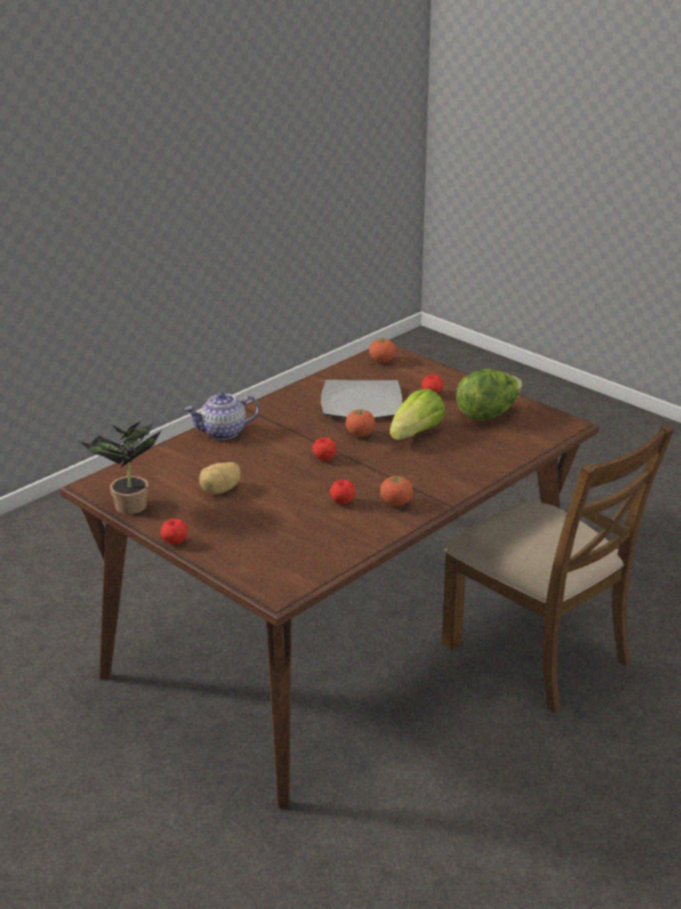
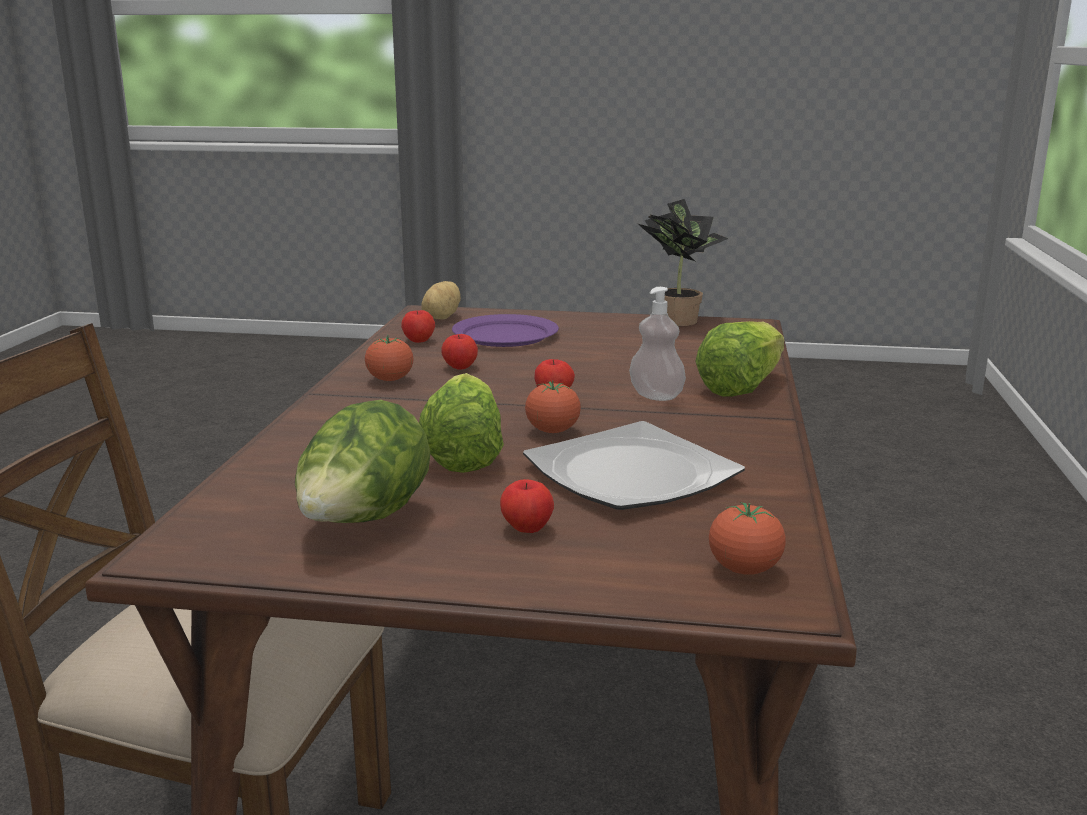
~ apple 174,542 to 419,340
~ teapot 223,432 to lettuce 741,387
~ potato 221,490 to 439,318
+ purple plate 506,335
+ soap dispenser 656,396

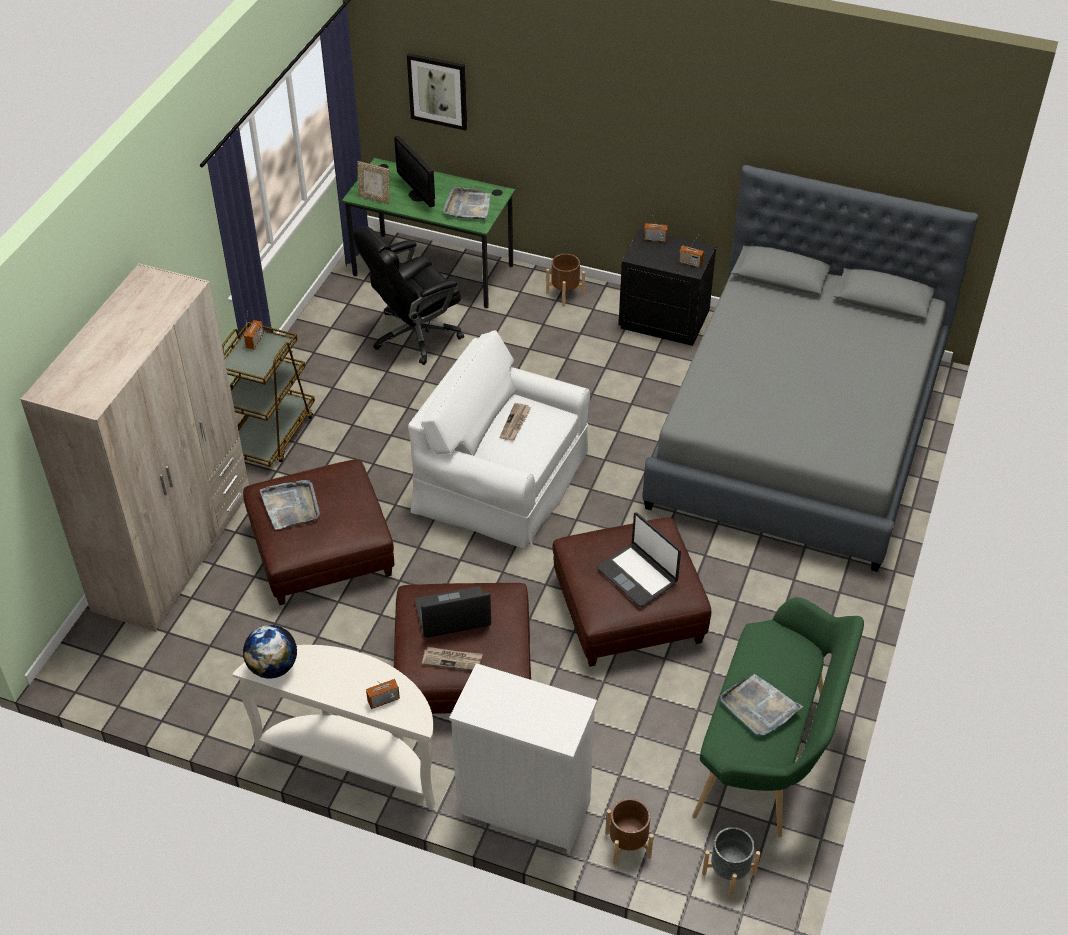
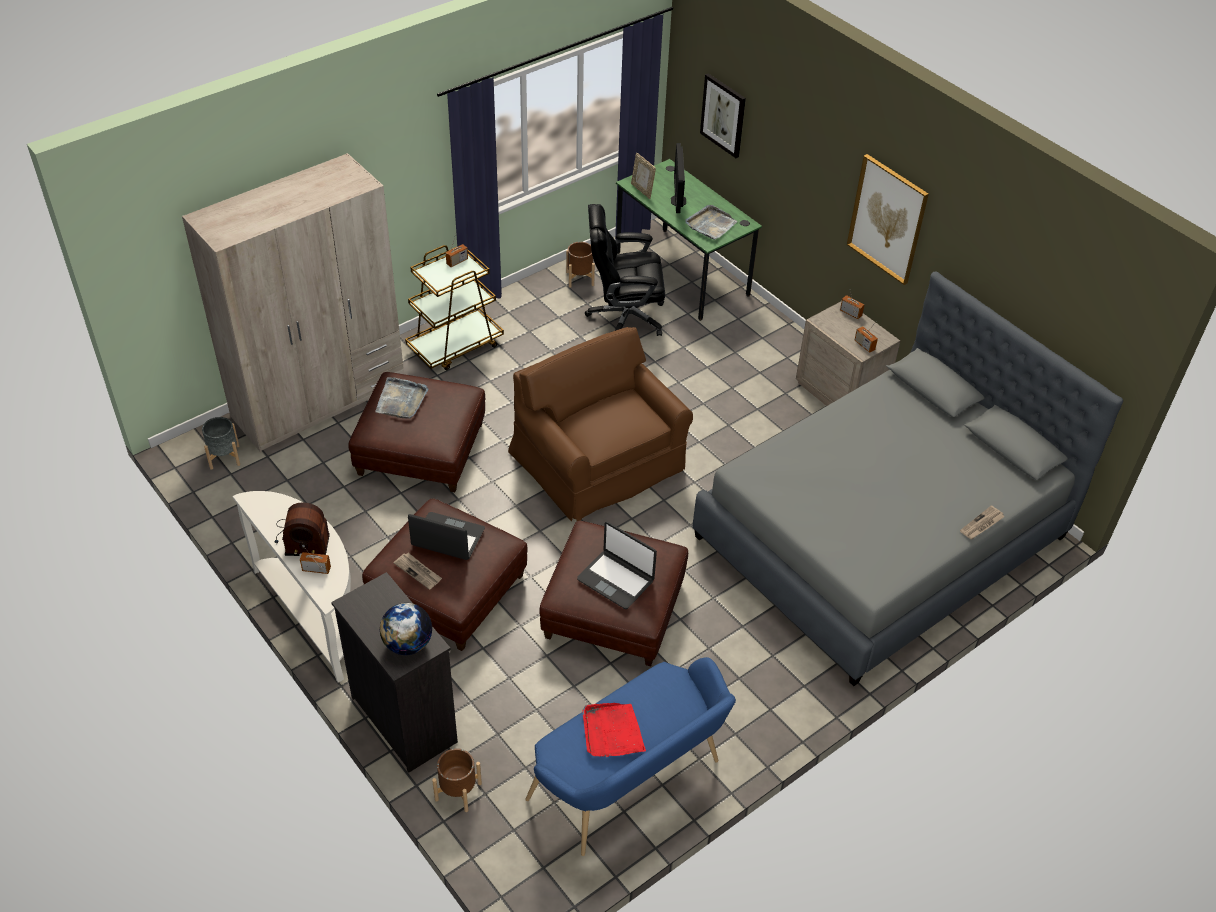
~ globe 273,667 to 407,644
~ white armchair 502,481 to brown armchair 598,460
~ white dresser 523,808 to black dresser 404,718
~ newspaper 515,423 to 982,524
~ brown planter 565,294 to 580,278
~ laptop 638,575 = 616,579 45 degrees counterclockwise
~ black nightstand 664,321 to beige nightstand 840,392
~ green bench 769,754 to blue bench 631,785
~ grey planter 729,874 to 224,457
~ grey tray 759,707 to red tray 612,732
+ radio 302,537
+ picture 887,219

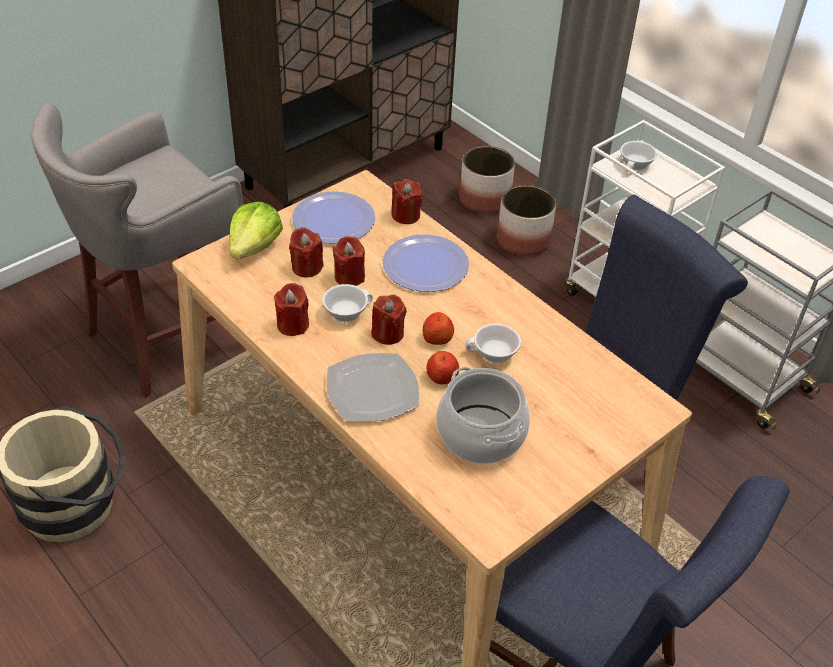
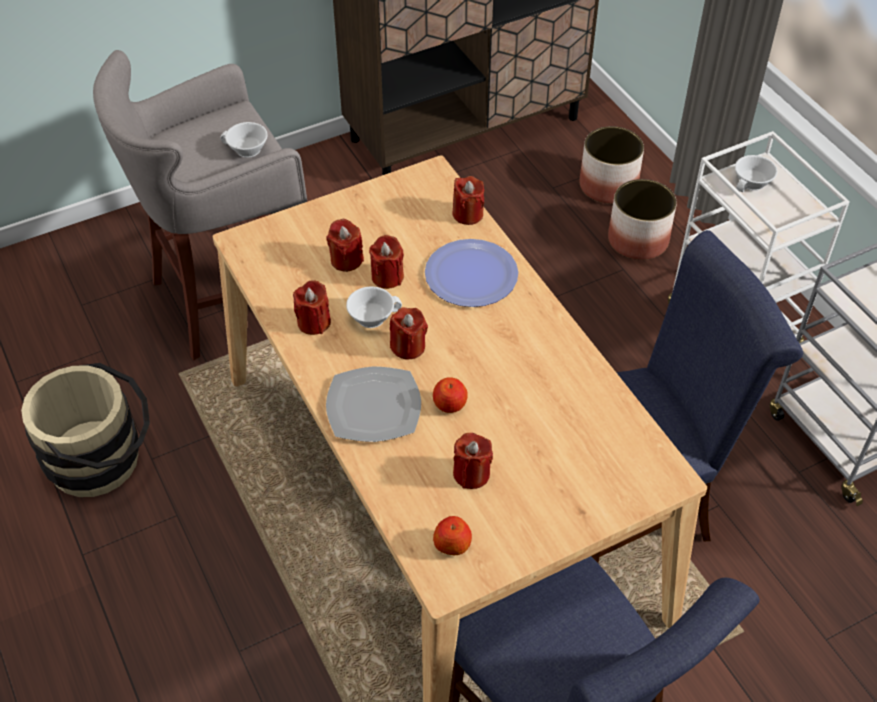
- lettuce 255,247
- plate 334,219
~ apple 437,338 to 452,544
~ cooking pot 481,434 to red candle 471,473
~ white cup 494,355 to 246,150

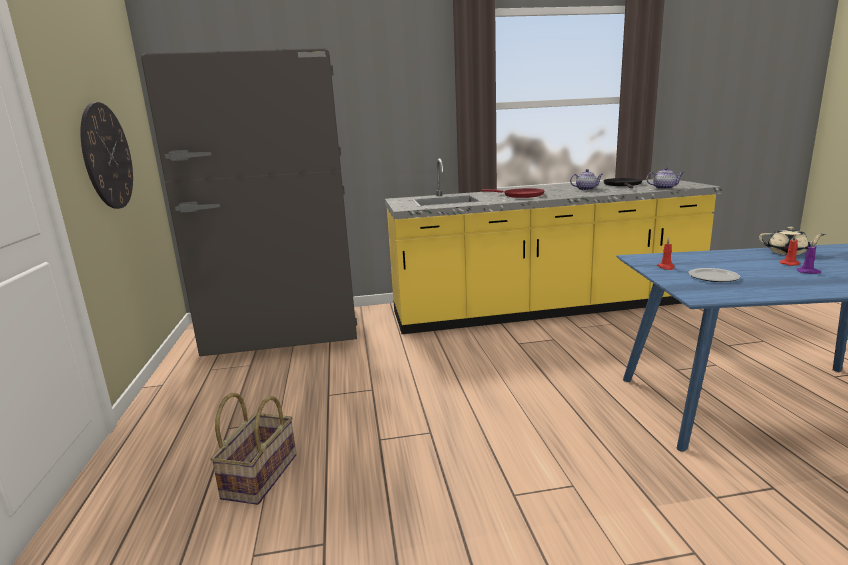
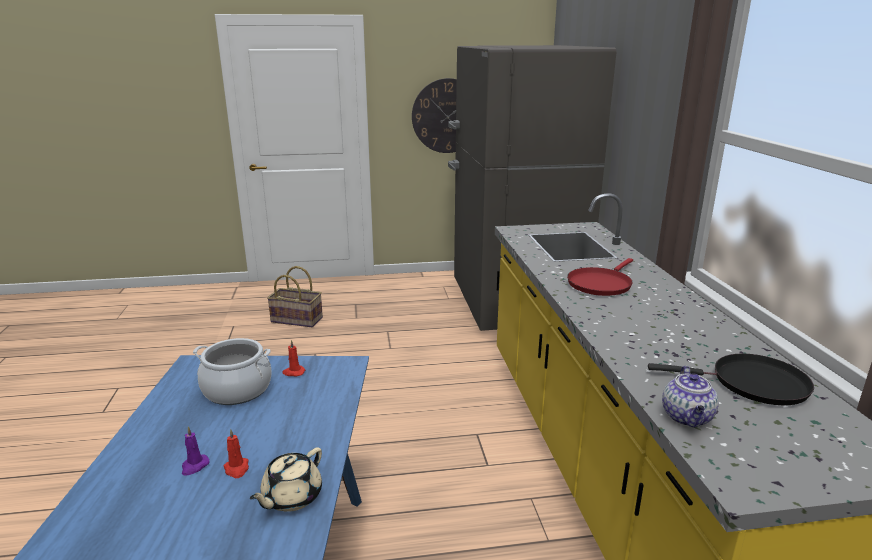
- teapot 586,189
~ plate 712,277 to cooking pot 237,389

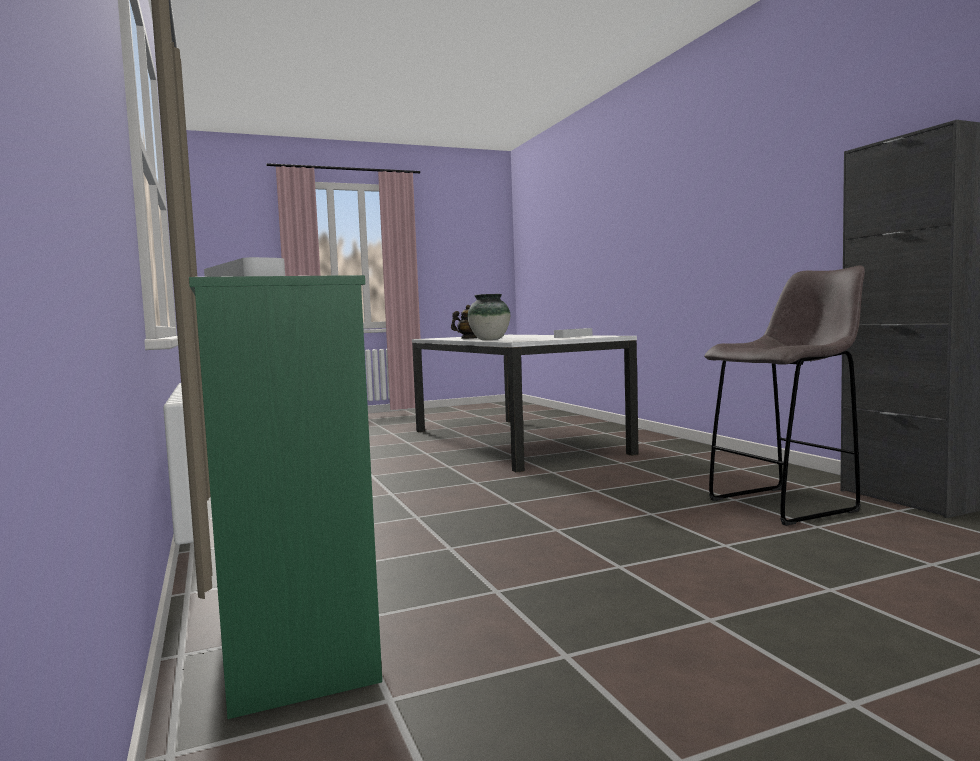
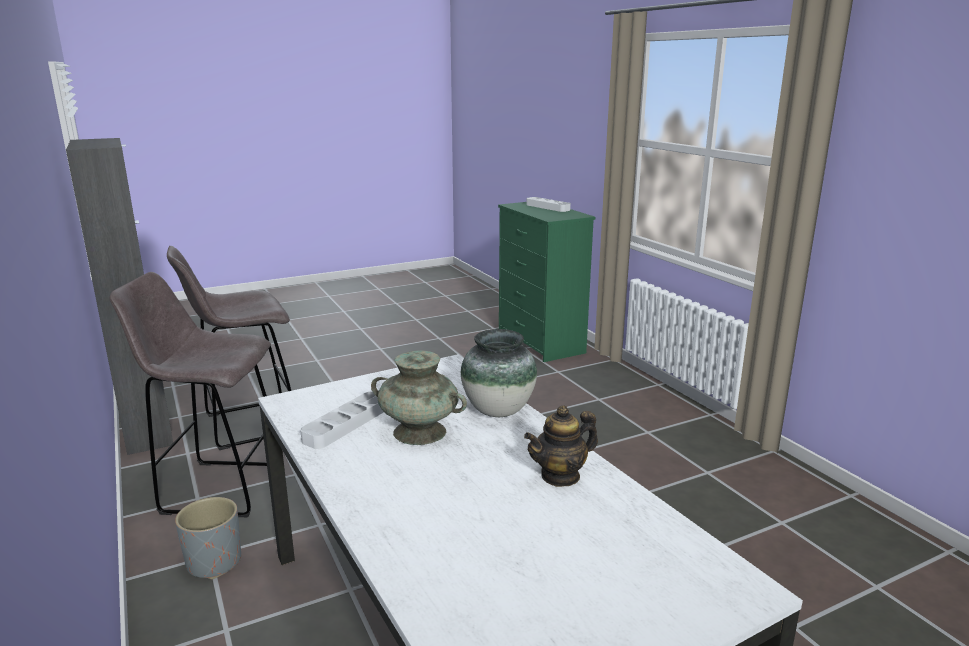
+ grey stool 219,488
+ grey planter 213,562
+ turquoise vase 419,432

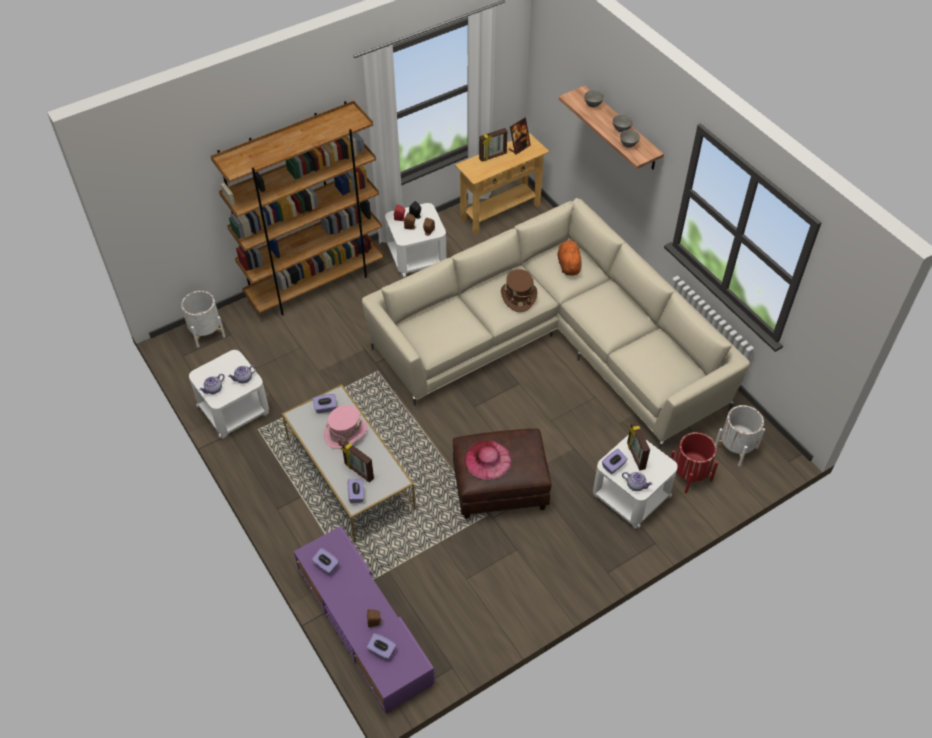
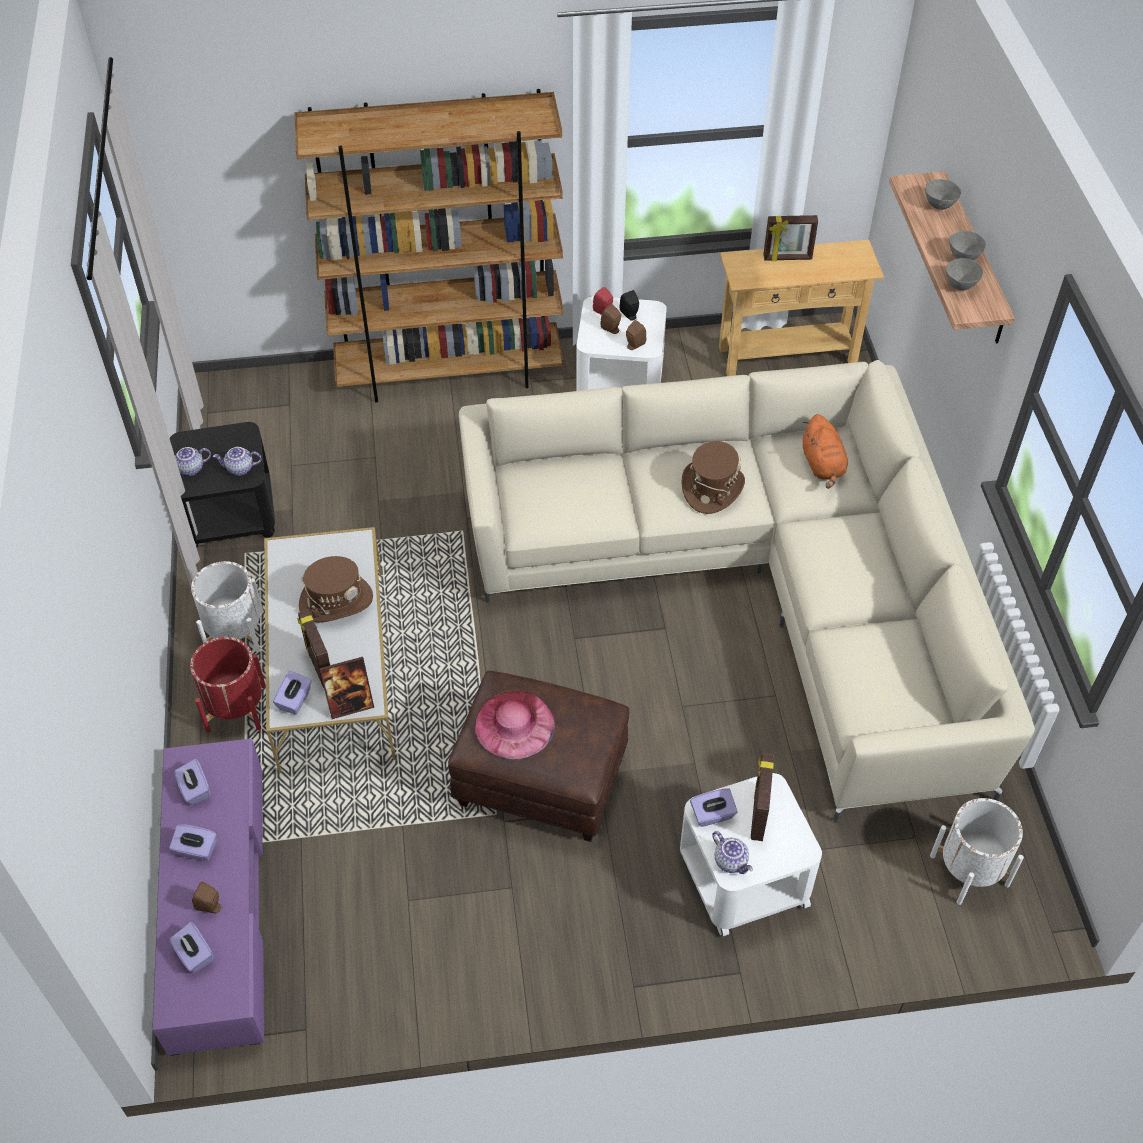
~ white planter 206,332 to 235,632
~ white side table 234,409 to black side table 230,513
~ purple tissue box 325,408 to 196,850
~ pink hat 345,433 to brown hat 336,601
~ picture frame 519,147 to 350,705
~ orange plush toy 568,265 = 823,465 150 degrees clockwise
~ red planter 689,475 to 236,708

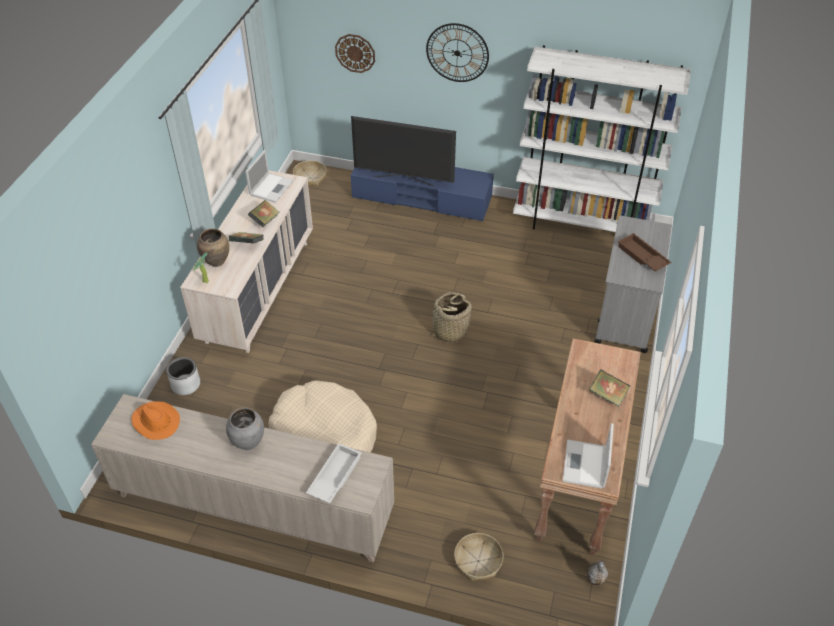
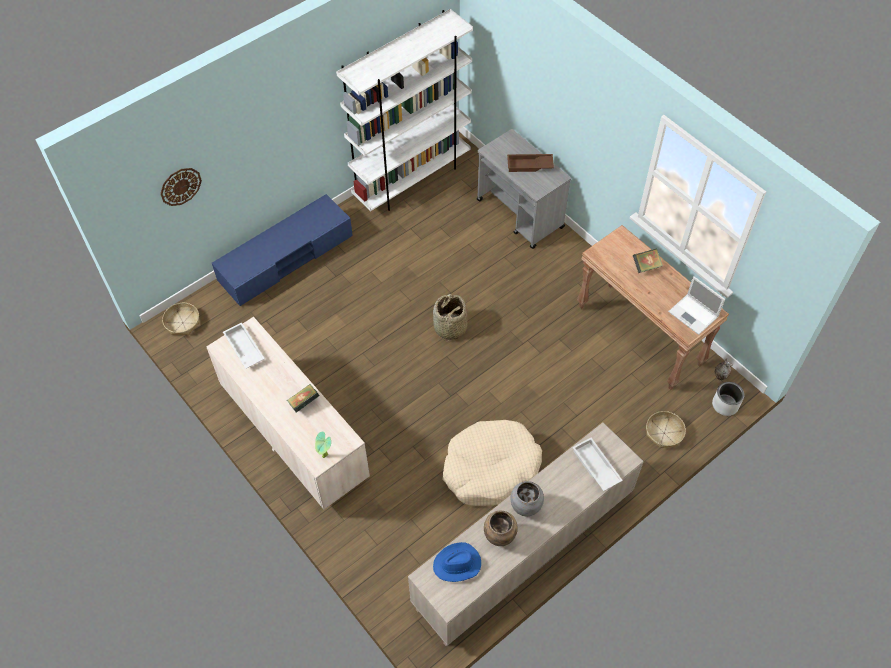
~ orange hat 155,422 to blue hat 457,564
~ grey planter 186,384 to 725,404
~ brown vase 217,261 to 499,536
~ laptop 271,187 to white tray 243,348
- book 265,220
- television 404,180
- wall clock 457,53

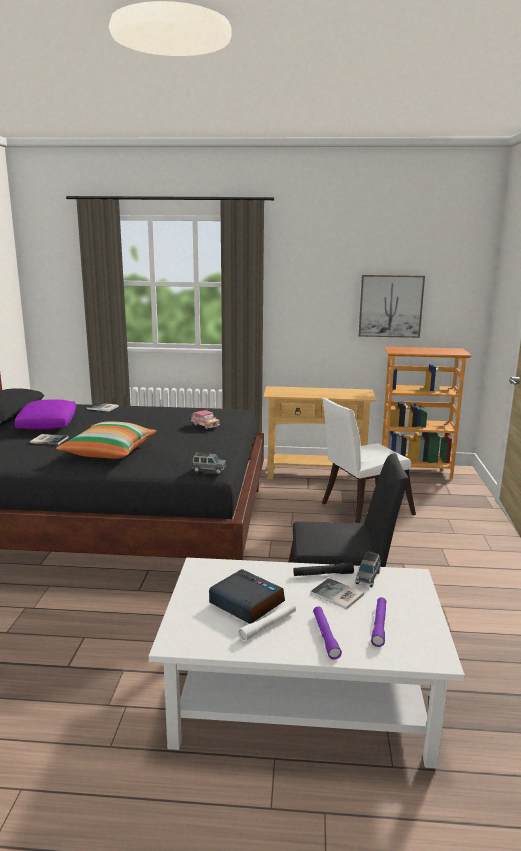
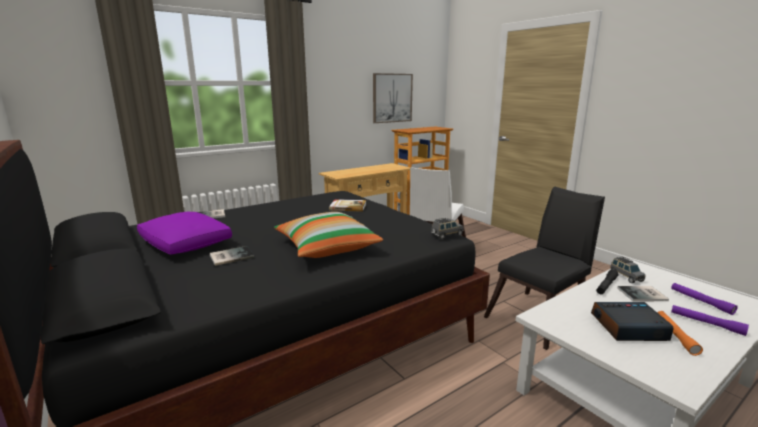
~ toy car 205,425 to book 348,207
~ white flashlight 268,626 to orange flashlight 675,336

